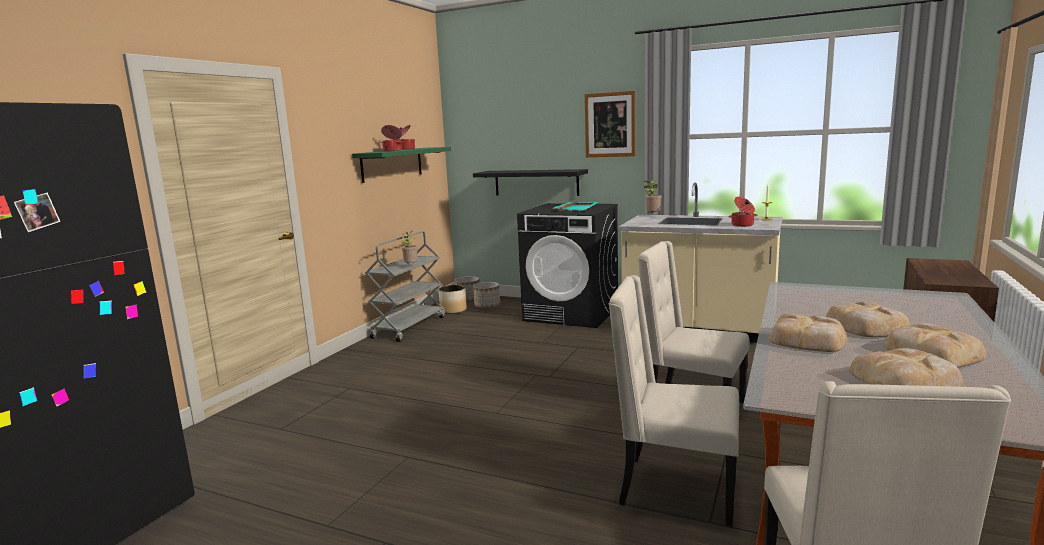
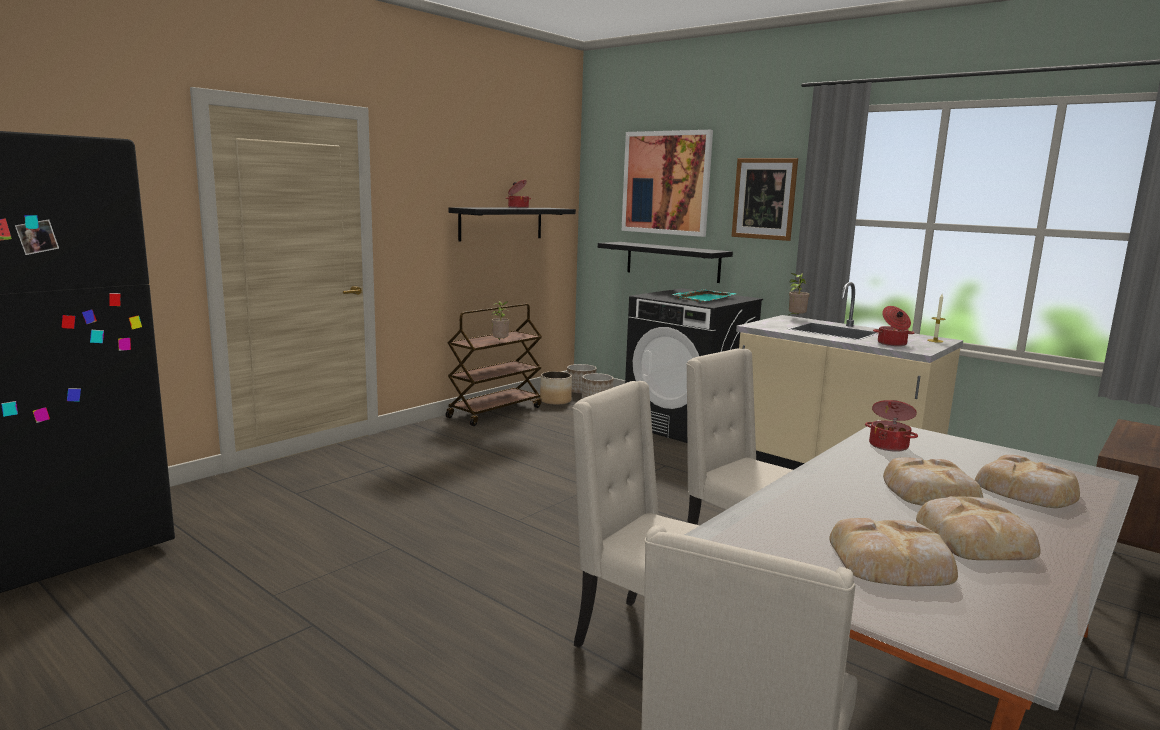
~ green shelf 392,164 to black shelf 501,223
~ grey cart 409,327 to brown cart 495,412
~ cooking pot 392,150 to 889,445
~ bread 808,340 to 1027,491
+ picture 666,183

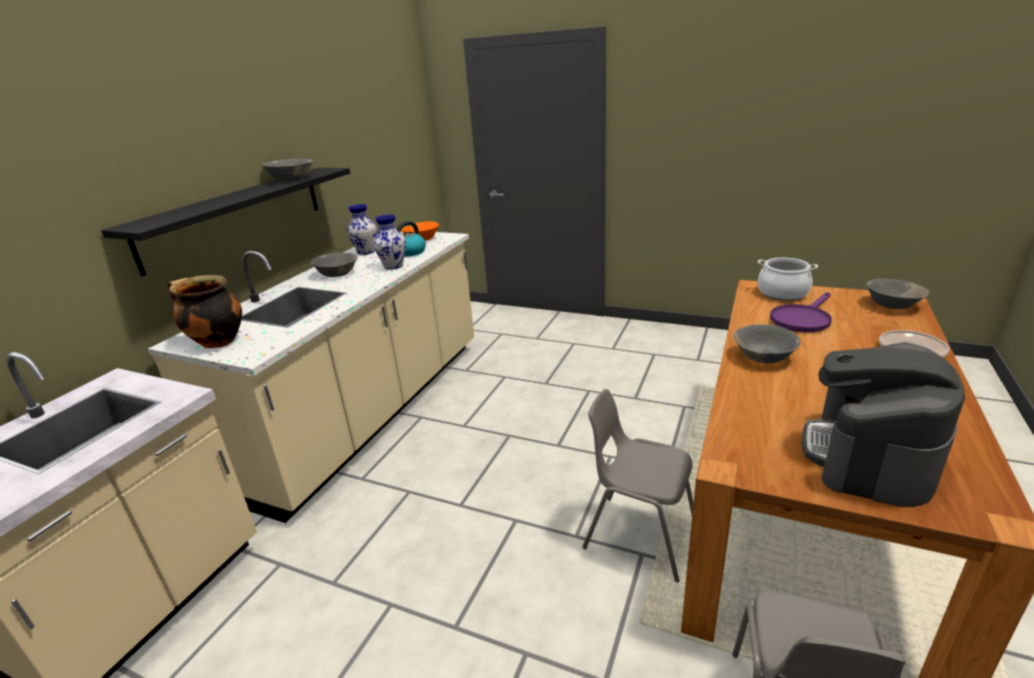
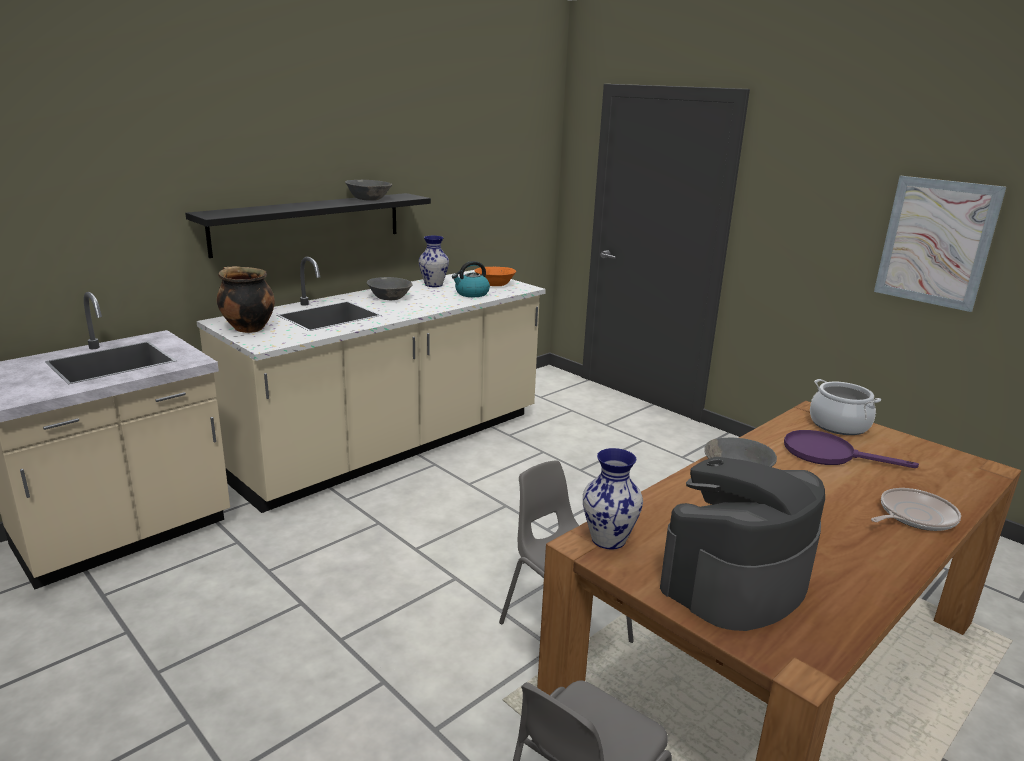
~ vase 393,266 to 608,539
~ purple frying pan 802,319 = 828,454 45 degrees clockwise
- grey bowl 892,305
+ picture 936,242

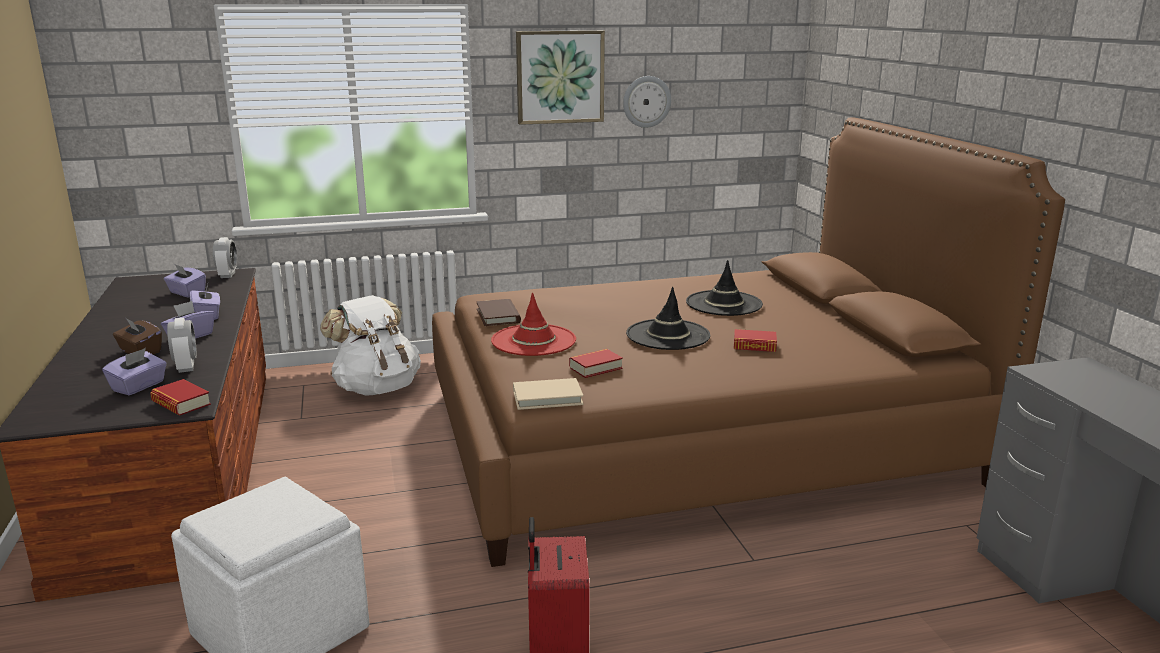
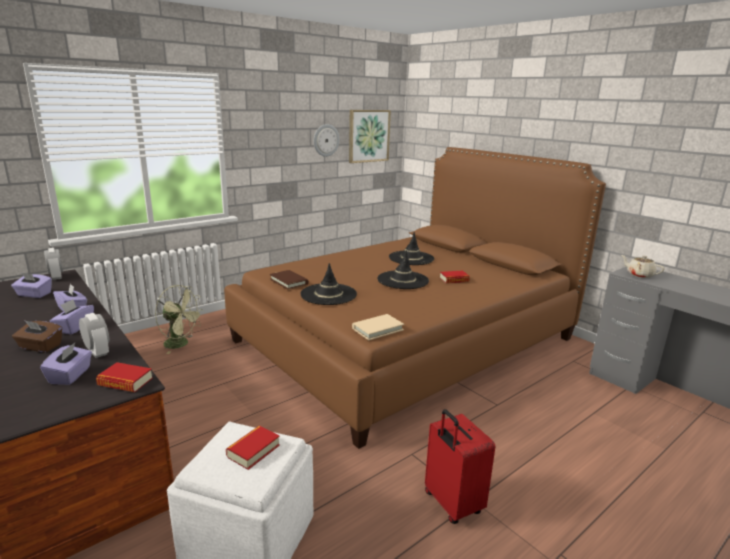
~ white backpack 376,388 to green fan 181,344
~ red hat 533,340 to black hat 328,294
~ picture 560,77 to 368,136
~ book 595,368 to 253,451
+ beige teapot 639,275

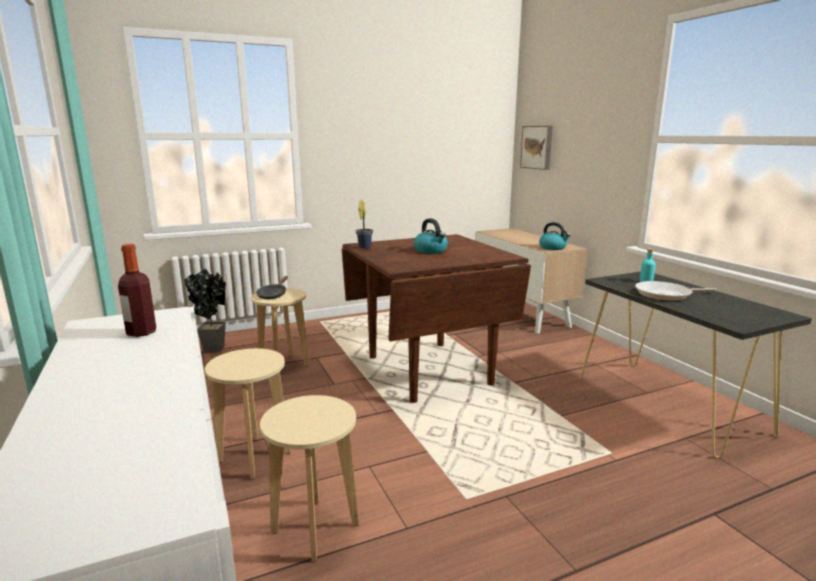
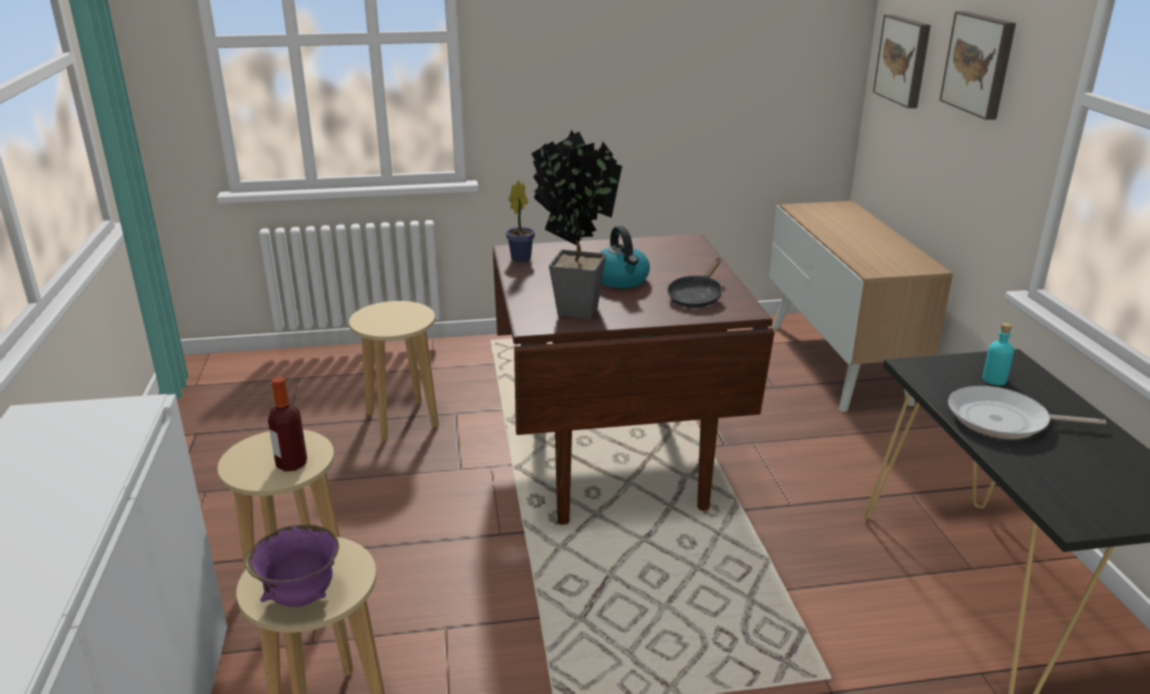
~ bottle 141,332 to 292,464
~ potted plant 211,348 to 572,308
~ black frying pan 273,295 to 696,297
- kettle 553,248
+ purple bowl 301,597
+ picture 980,64

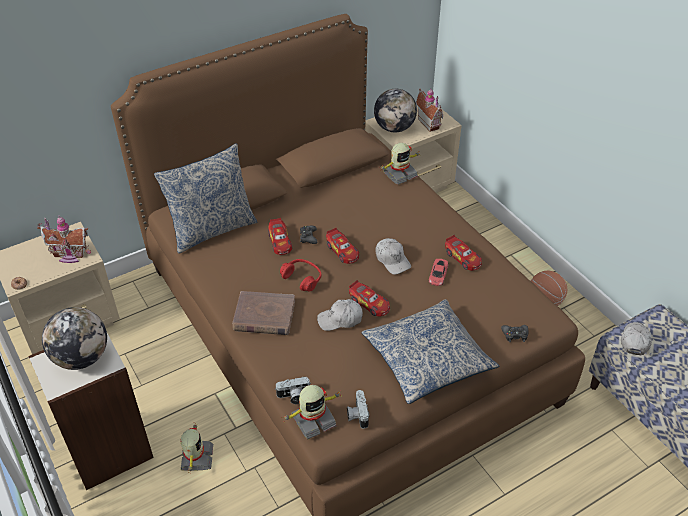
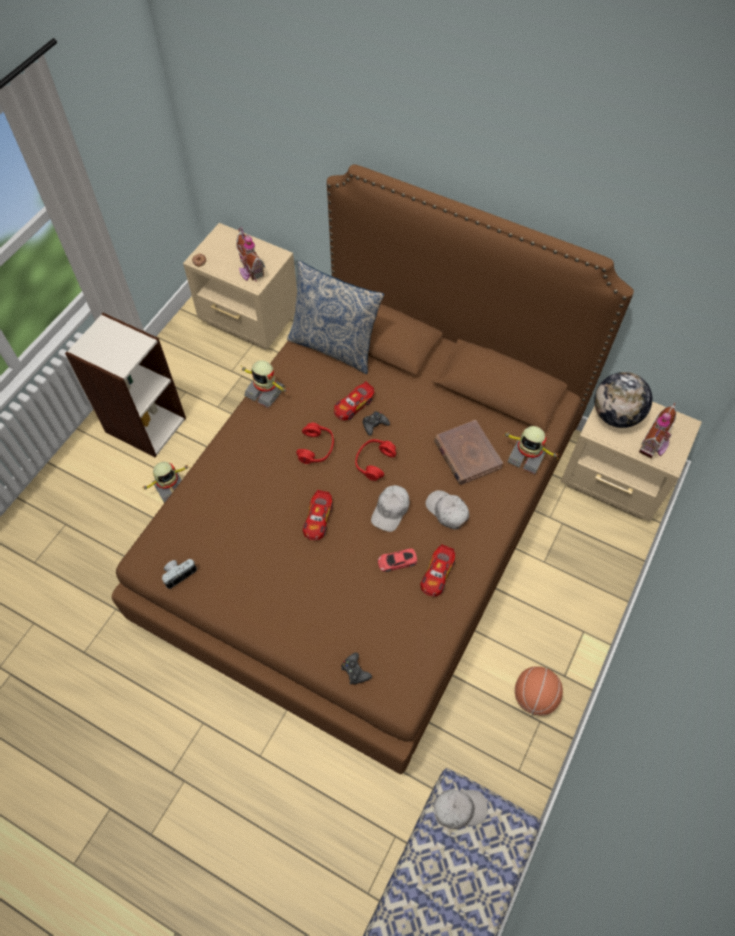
- globe 81,357
~ brown book 264,316 to 467,454
- photo camera 294,396
~ toy robot 313,420 to 265,391
~ white cap 340,319 to 447,511
~ toy car 342,251 to red headphones 374,462
- pillow 427,359

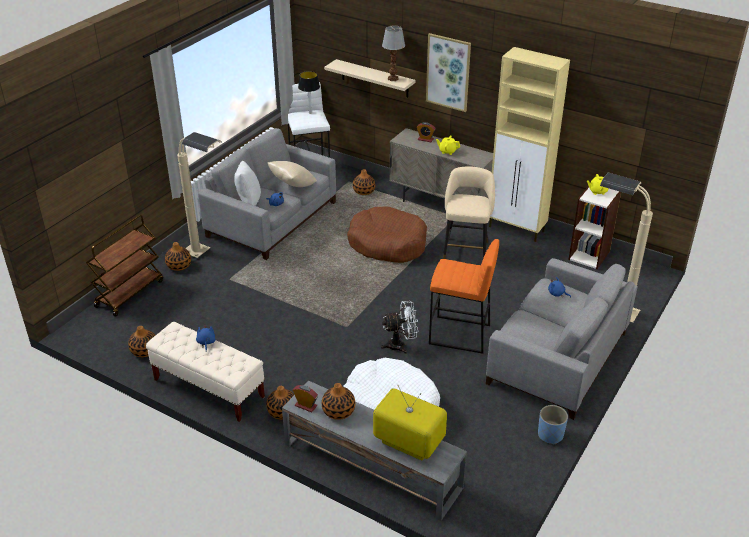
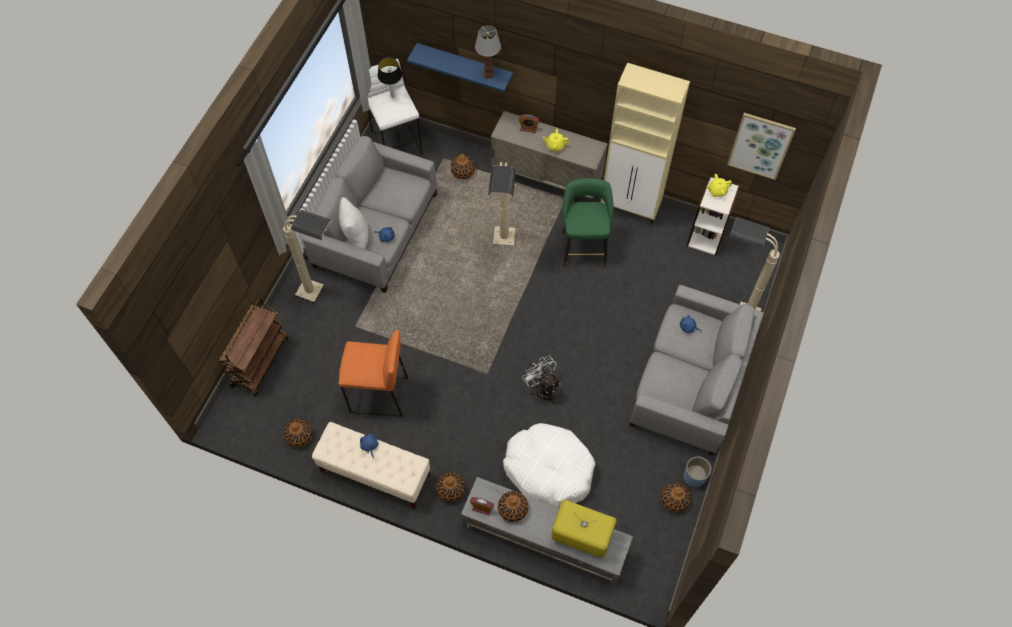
~ vase 179,266 to 674,500
- beige pillow 292,186
~ beige shelf 375,78 to blue shelf 465,65
~ brown dog bed 387,244 to beige floor lamp 503,250
~ white fan 400,345 = 543,389 105 degrees counterclockwise
~ picture 448,72 to 760,145
~ orange stool 459,335 to 379,395
~ beige stool 465,249 to green stool 583,246

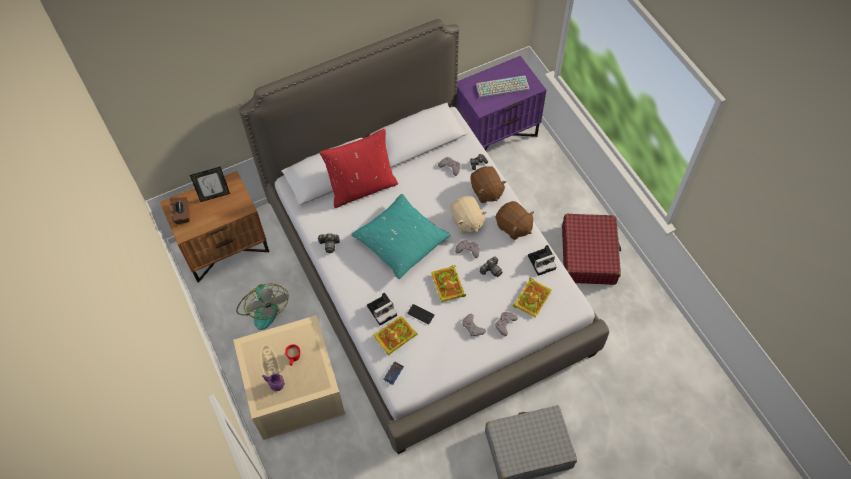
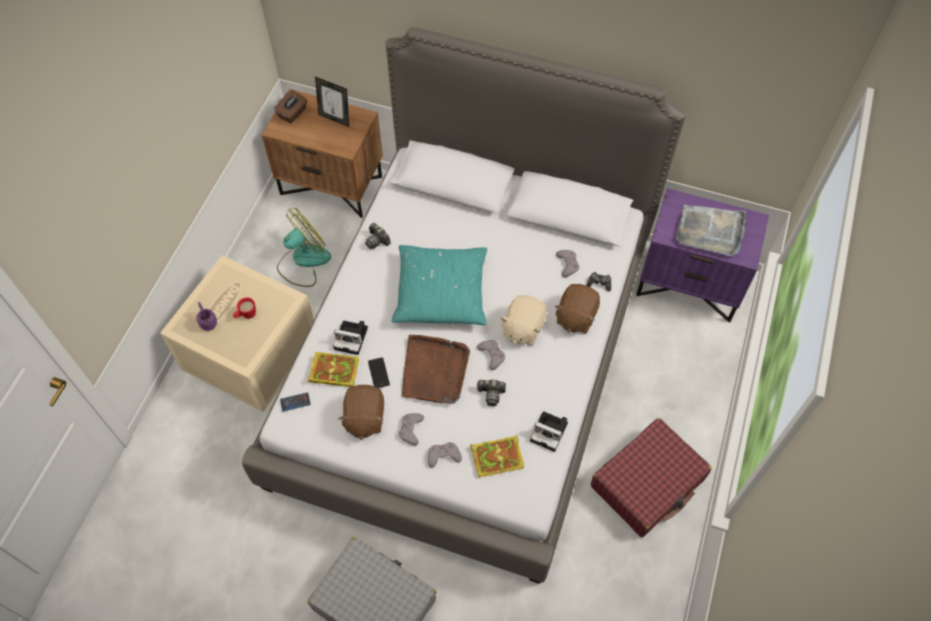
~ fan 263,308 = 303,261 150 degrees counterclockwise
- red pillow 362,187
~ book 448,285 to brown tray 434,371
~ keyboard 502,88 to grey tray 710,231
~ brown plush toy 513,227 to 364,418

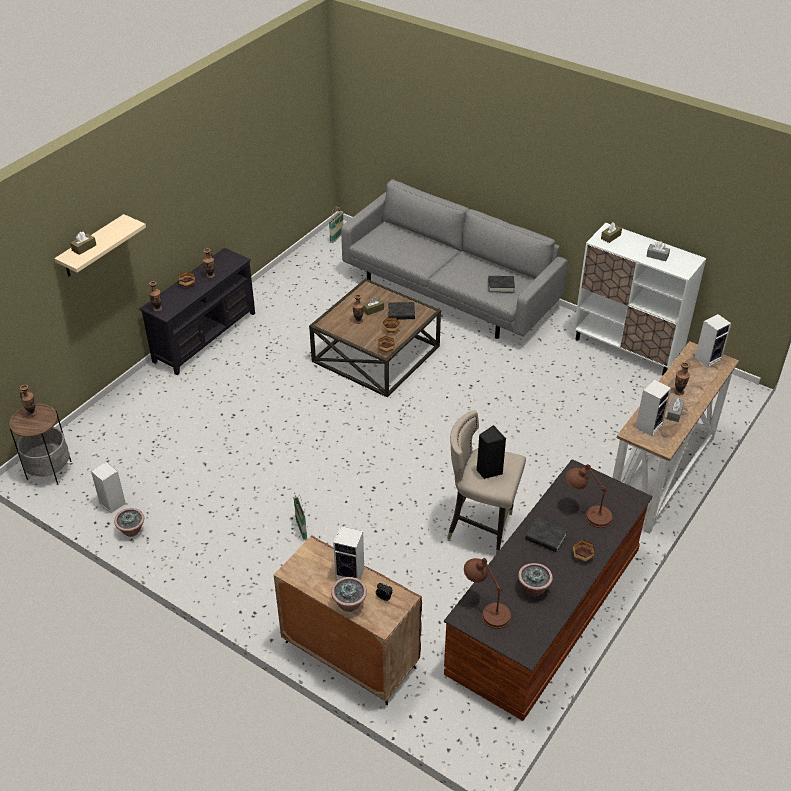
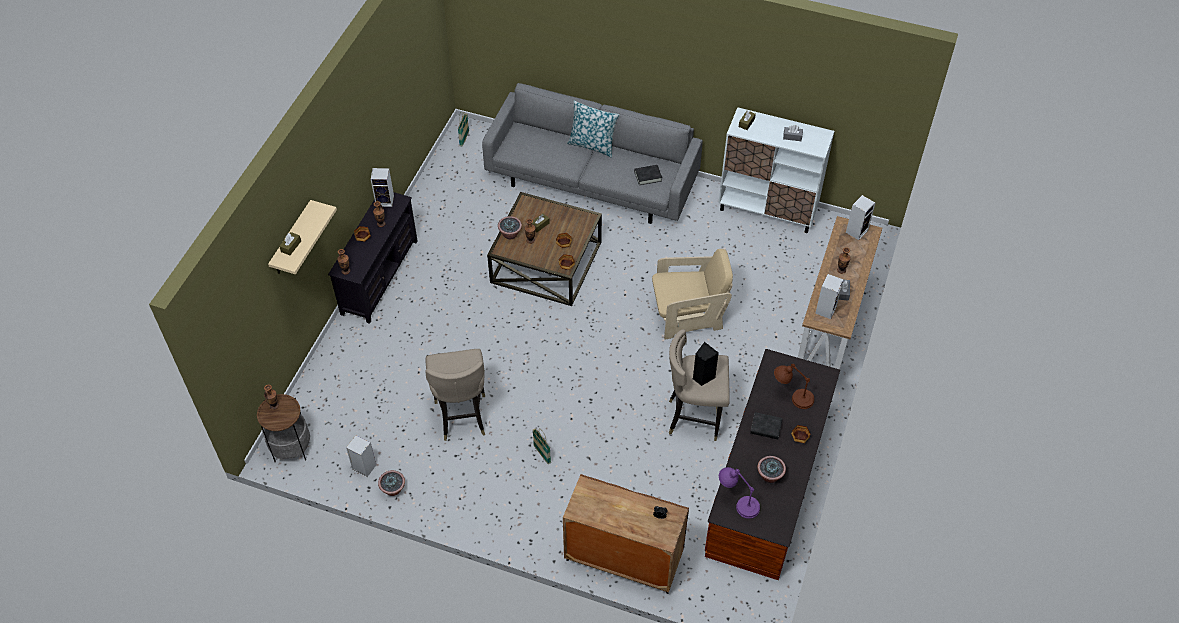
~ potted plant 349,604 to 510,234
~ speaker 351,573 to 385,200
- black book 401,313
~ brown table lamp 486,608 to purple table lamp 738,502
+ beige stool 461,416
+ pillow 592,145
+ beige armchair 688,315

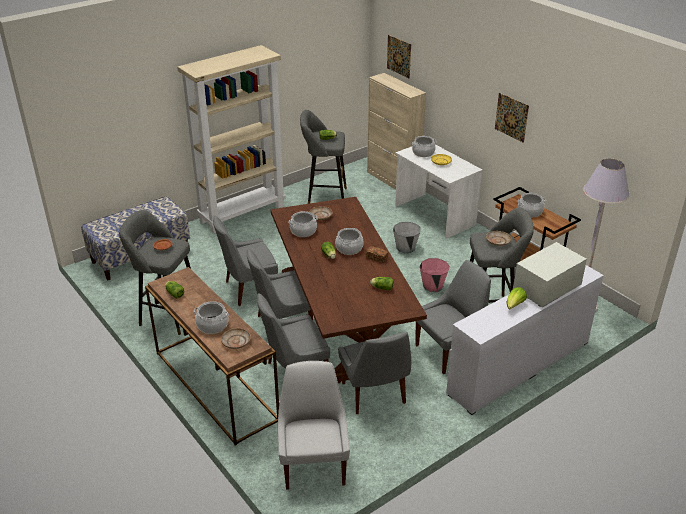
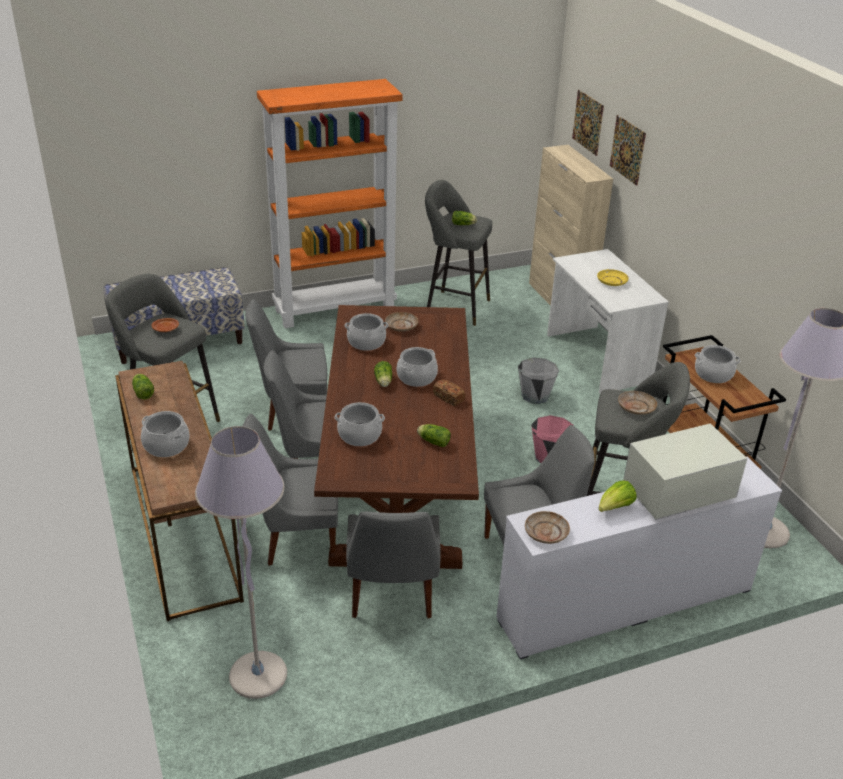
~ beige bookcase 242,213 to orange bookcase 335,309
~ beige plate 236,342 to 546,532
~ white chair 314,464 to grey floor lamp 258,676
~ cooking pot 423,153 to 359,435
~ picture 511,117 to 627,150

